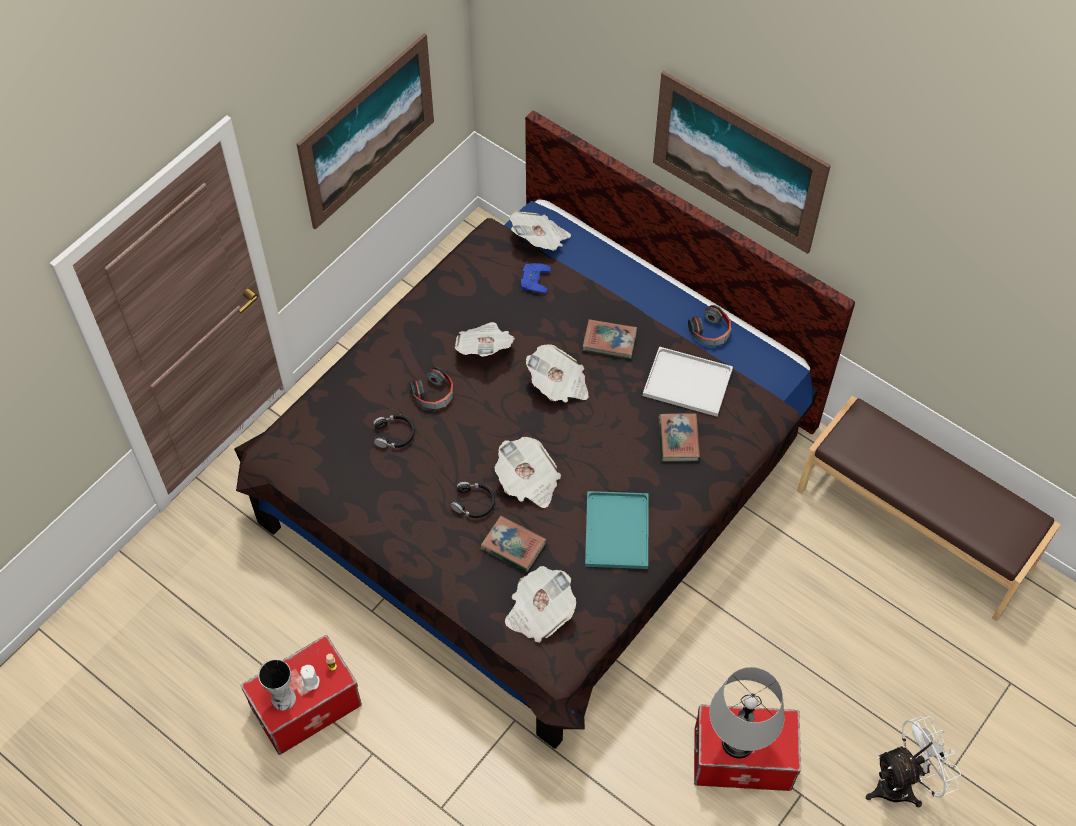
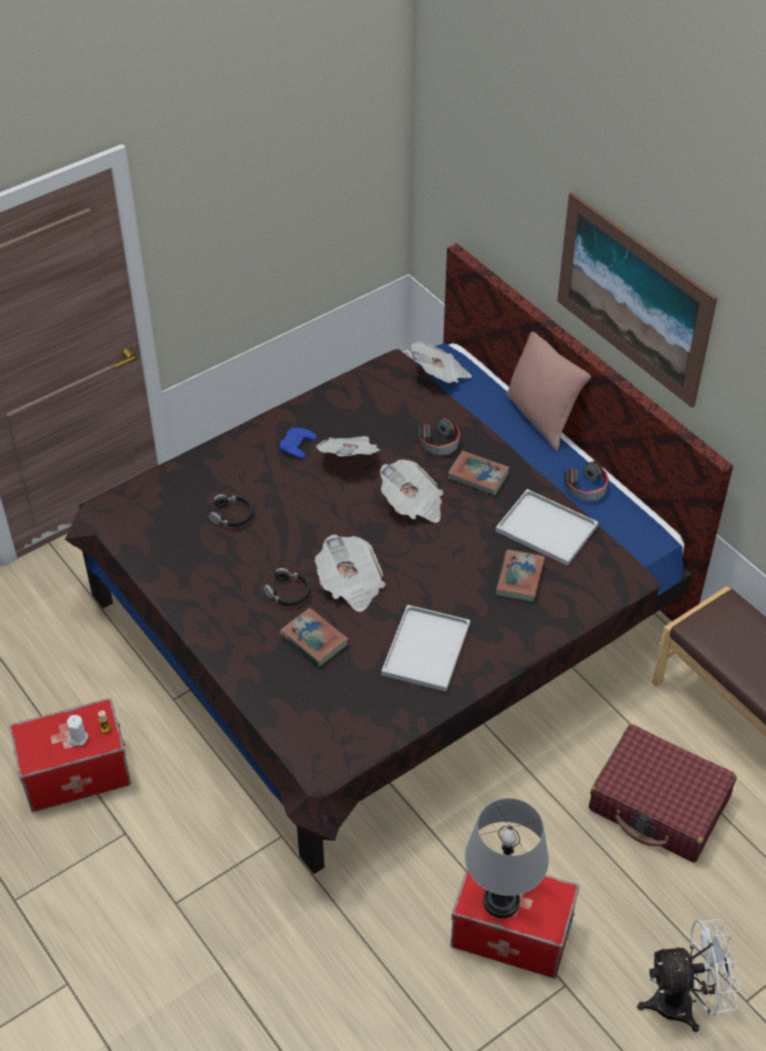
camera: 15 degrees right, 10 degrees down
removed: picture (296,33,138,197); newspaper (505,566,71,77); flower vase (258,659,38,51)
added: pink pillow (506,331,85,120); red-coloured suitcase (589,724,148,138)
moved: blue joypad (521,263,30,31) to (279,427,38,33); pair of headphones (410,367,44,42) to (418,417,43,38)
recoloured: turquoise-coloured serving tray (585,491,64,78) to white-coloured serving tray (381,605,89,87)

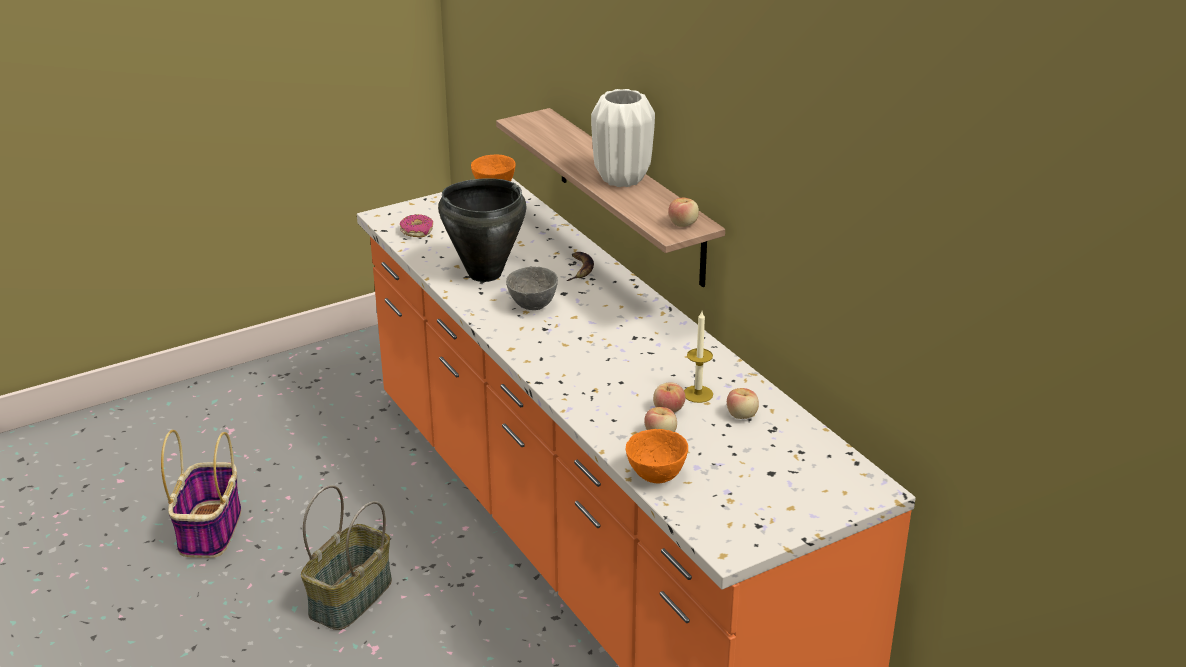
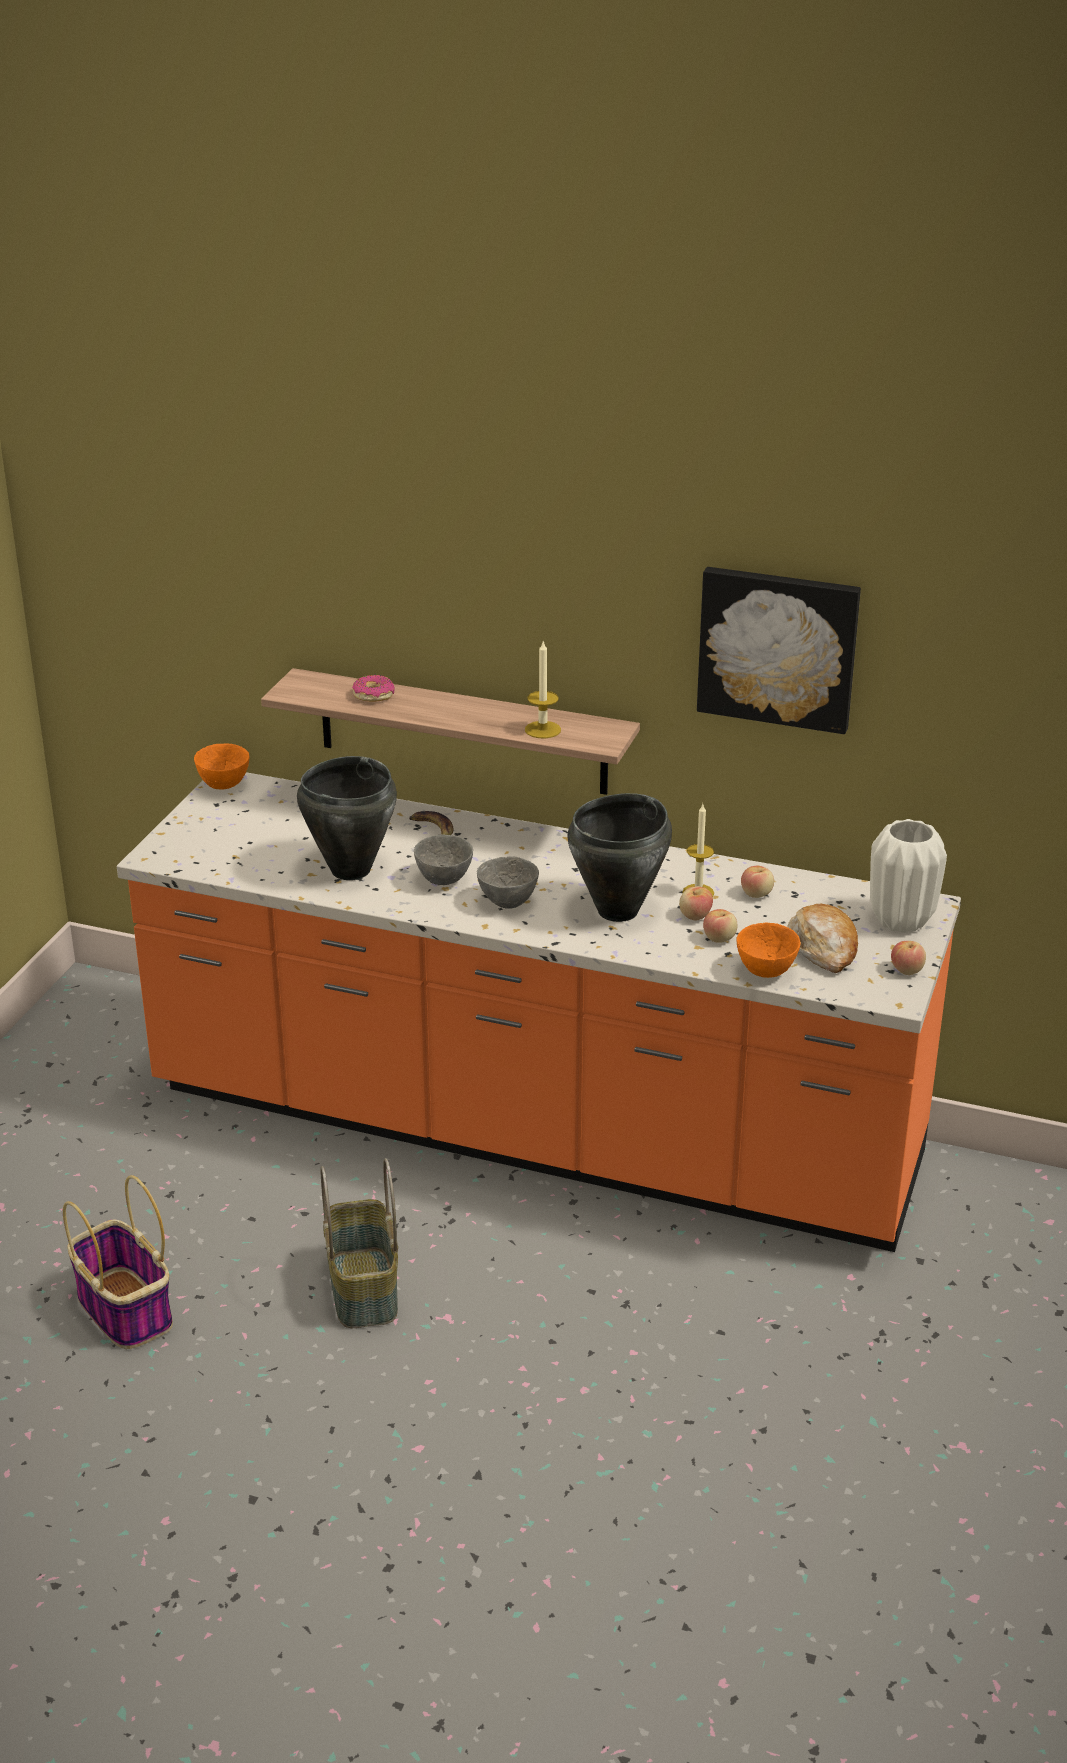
camera: 40 degrees left, 0 degrees up
added: picture (697,567,164,167); candle (525,642,36,96); blackish cooking pot (567,793,105,129); greyish bowl (477,856,62,53); baked bread (788,904,70,69)
moved: white-coloured flower vase (591,89,64,98) to (870,819,77,114); apple fruit (668,197,31,30) to (891,941,35,34); ring doughnut (400,214,33,24) to (352,675,43,27)

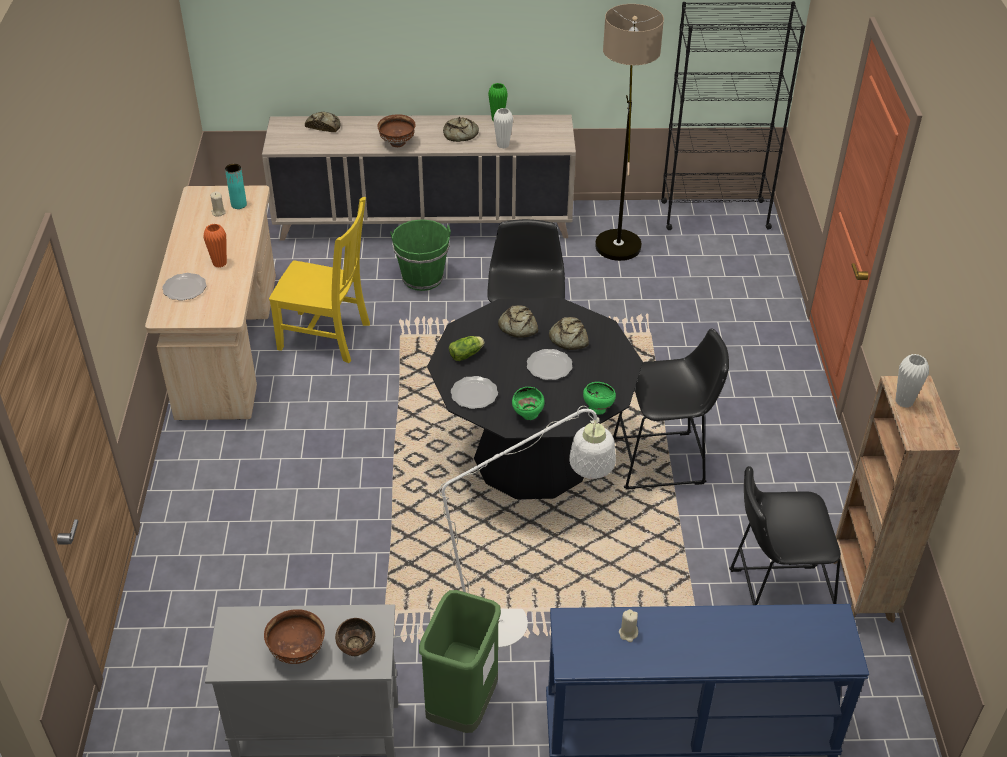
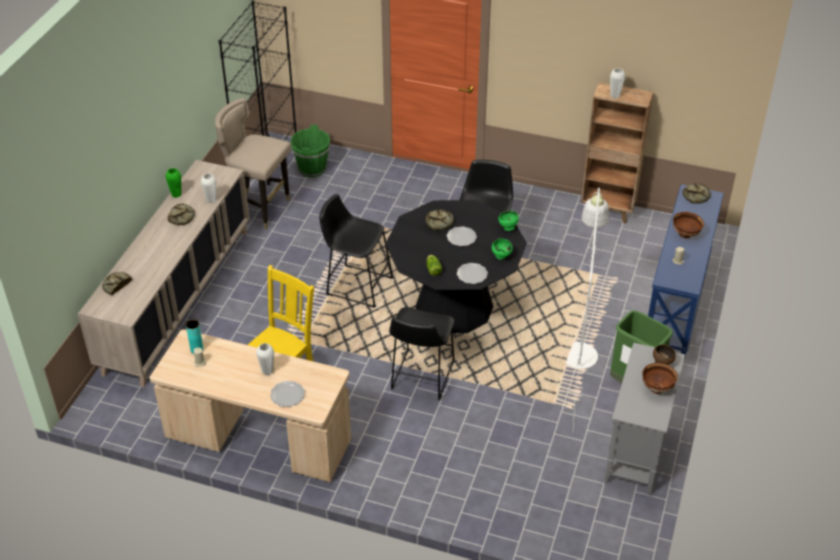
camera: 70 degrees left, 0 degrees up
moved: brownish bowl (377,114,39,33) to (673,212,31,27); green pail (390,219,61,72) to (290,125,40,52); baked bread (498,305,40,33) to (682,183,29,21); blackish sitting stool (729,466,112,139) to (389,307,66,93)
replaced: floor lamp (595,4,69,257) to sand-coloured sitting stool (215,98,76,132)
recoloured: orange-coloured flower vase (203,224,24,44) to white-coloured flower vase (256,343,18,32)

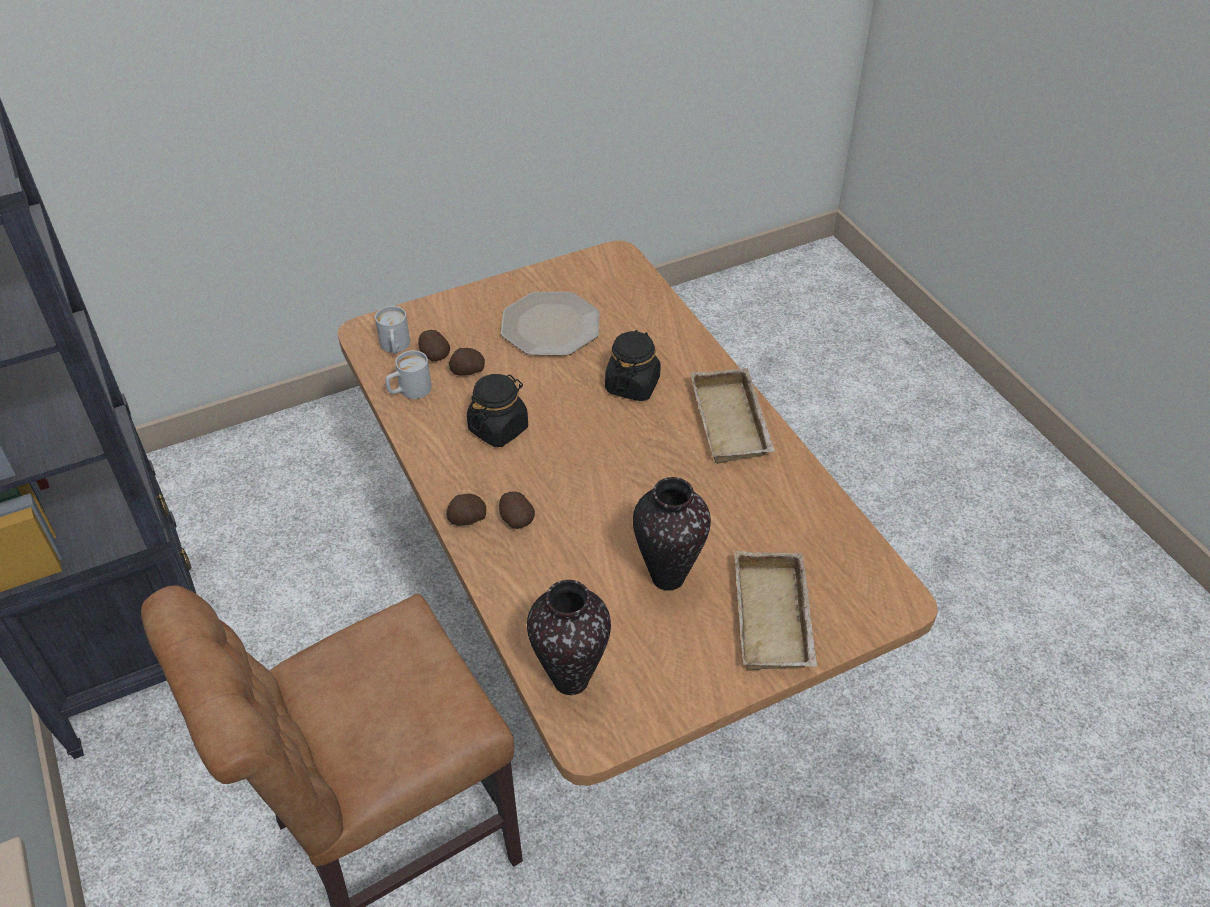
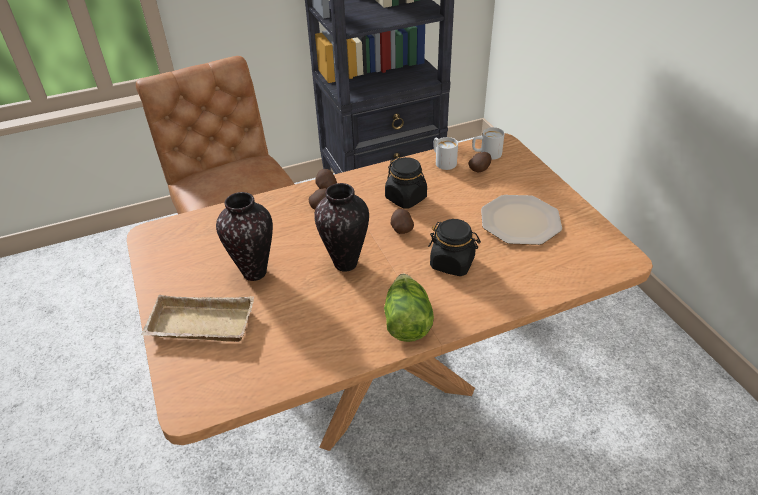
camera: 95 degrees right, 5 degrees down
moved: whole potato (449,348,36,28) to (391,209,23,25); flower vase (527,580,84,115) to (314,183,55,89)
replaced: sand-coloured serving tray (690,368,85,96) to lettuce head (384,274,50,68)

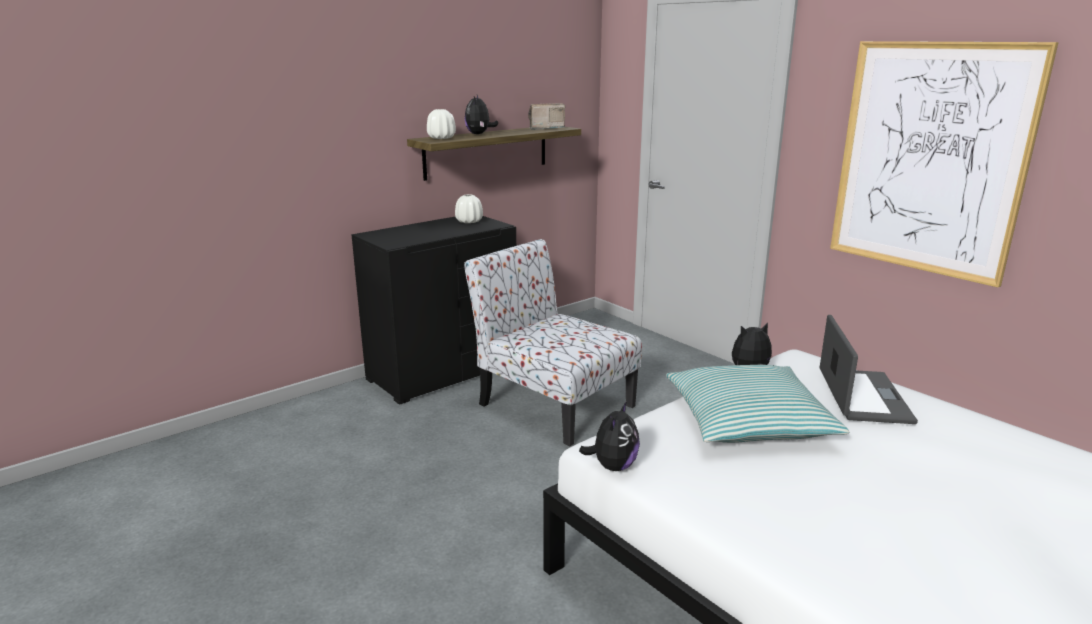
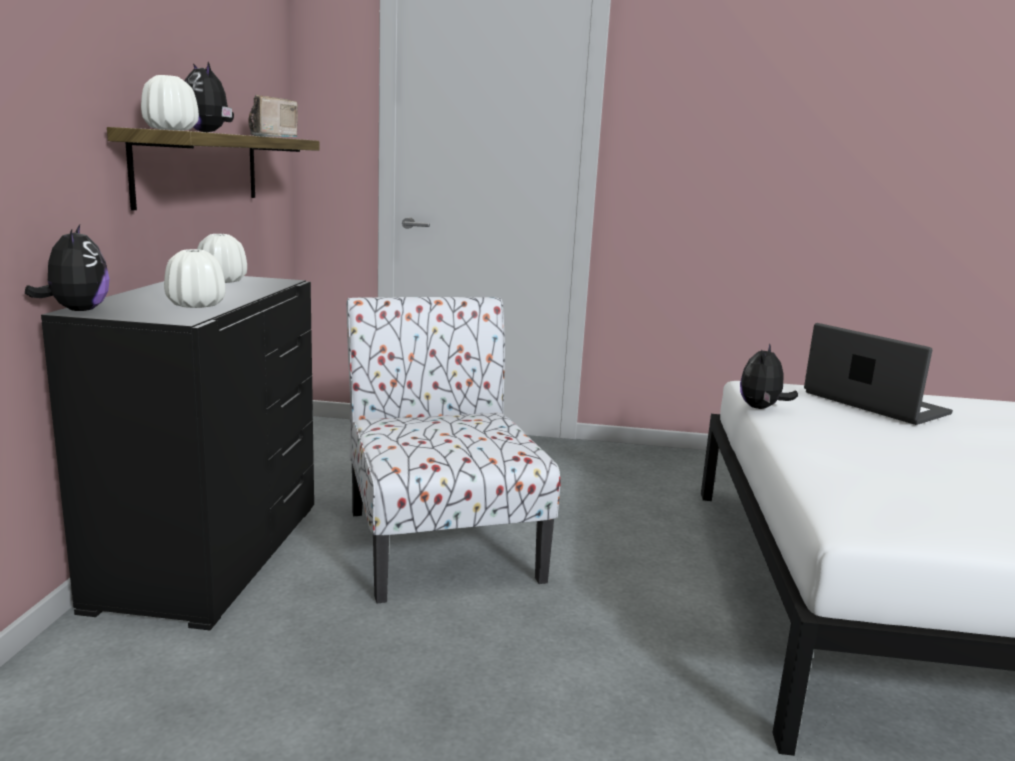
camera: 45 degrees left, 5 degrees down
removed: picture (830,41,229,247); pillow (666,365,184,78)
added: white-coloured flower vase (164,249,62,59)
moved: cuddly toy (579,401,61,70) to (25,225,85,86)
turned: upright chair (464,239,178,207) = (347,297,213,306) 75 degrees clockwise

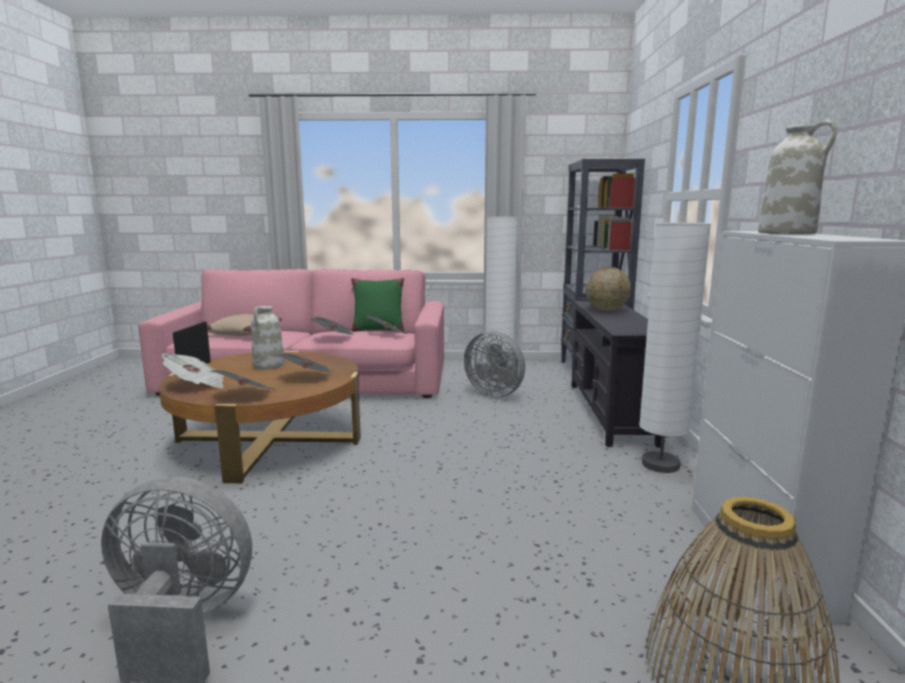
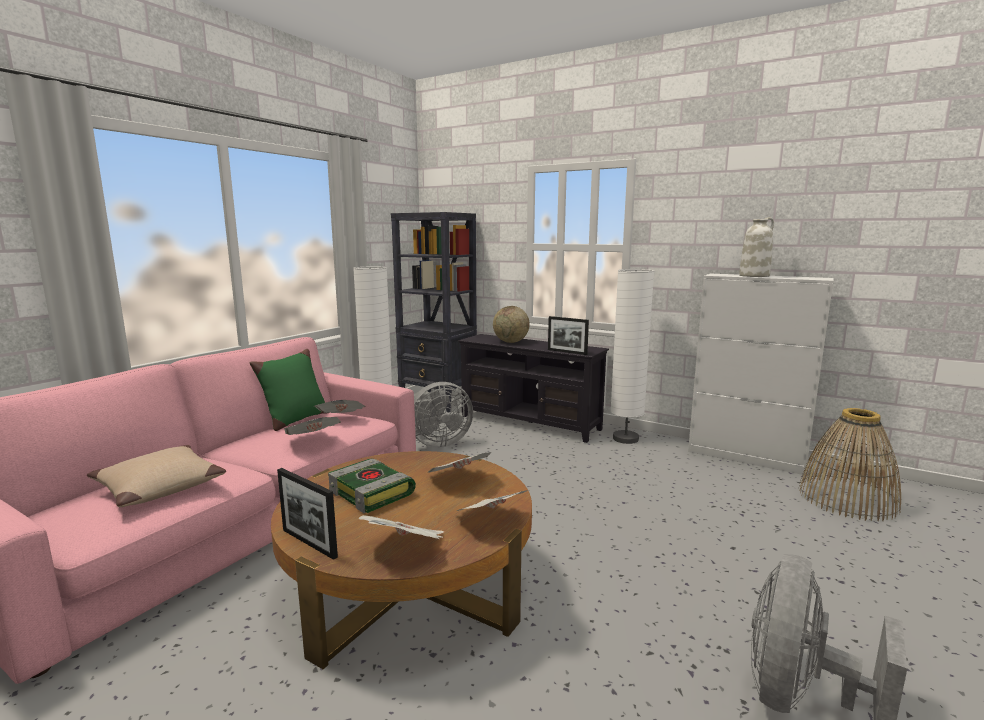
camera: 60 degrees left, 0 degrees up
added: picture frame (548,316,41,39)
replaced: white-coloured flower vase (251,306,33,64) to bound book (328,459,88,54)

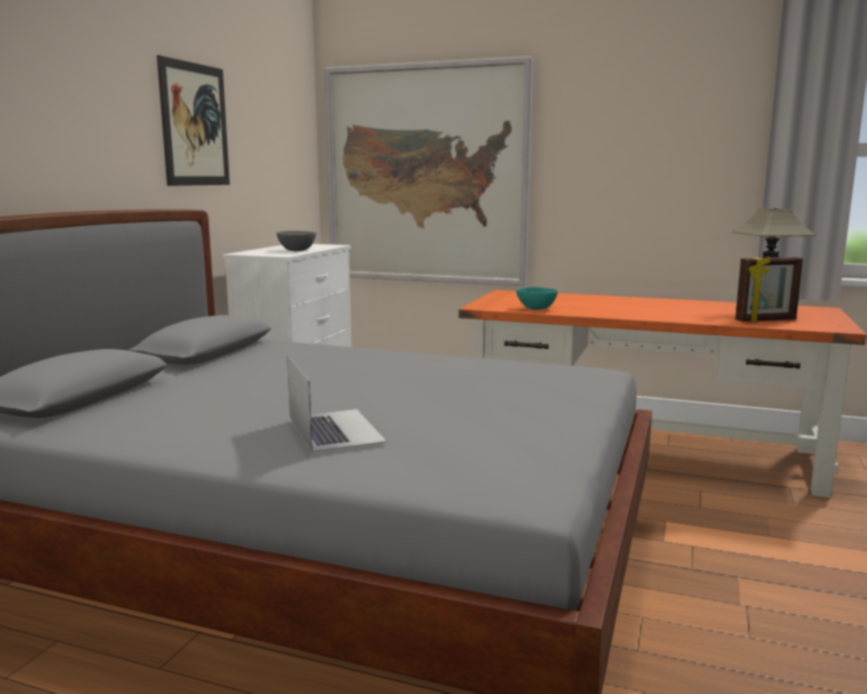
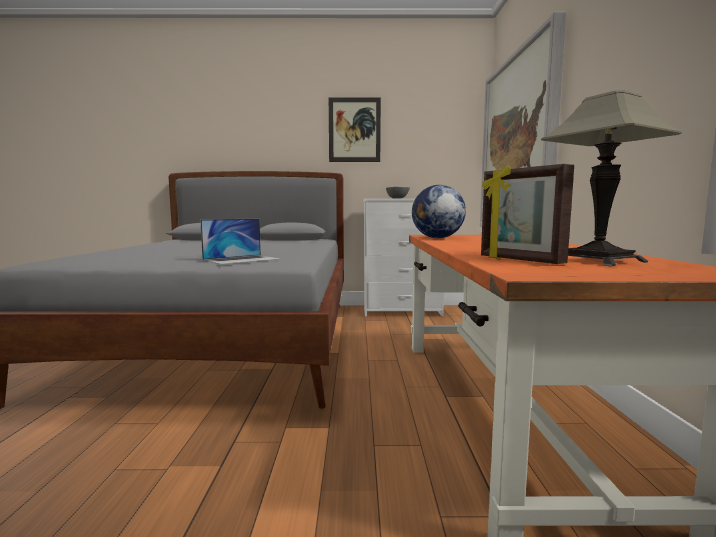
camera: 70 degrees right, 5 degrees down
moved: portable computer (287,354,100,99) to (200,219,81,46)
replaced: turquoise-coloured bowl (516,287,42,23) to desk globe (412,185,54,53)

